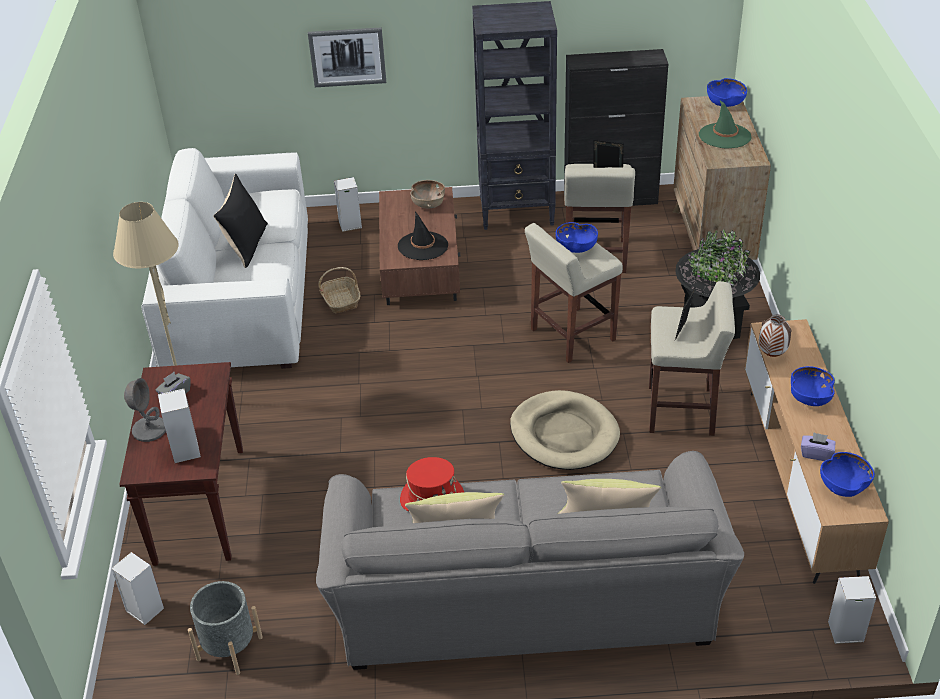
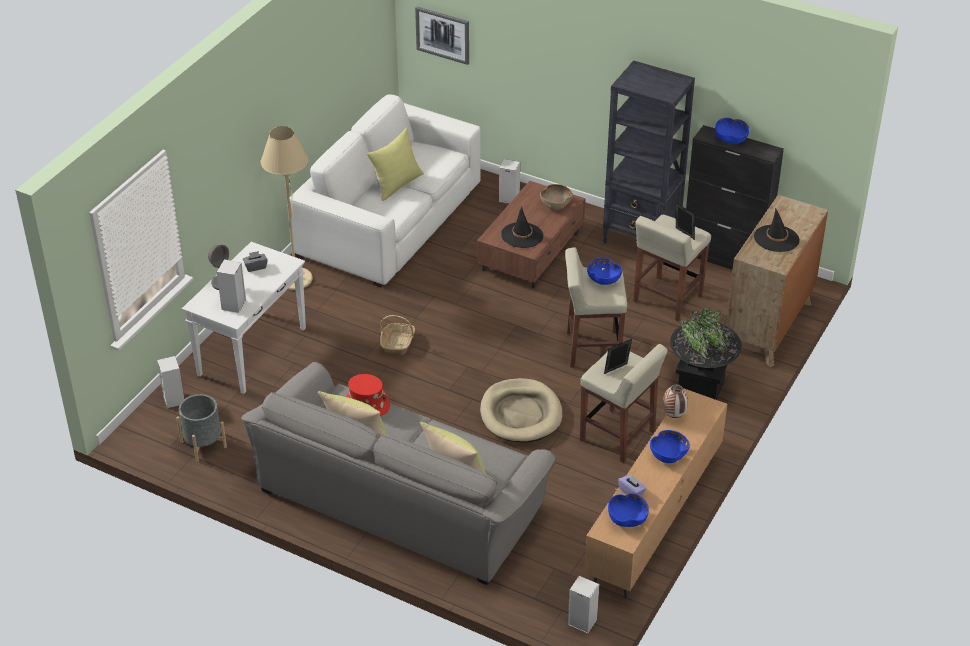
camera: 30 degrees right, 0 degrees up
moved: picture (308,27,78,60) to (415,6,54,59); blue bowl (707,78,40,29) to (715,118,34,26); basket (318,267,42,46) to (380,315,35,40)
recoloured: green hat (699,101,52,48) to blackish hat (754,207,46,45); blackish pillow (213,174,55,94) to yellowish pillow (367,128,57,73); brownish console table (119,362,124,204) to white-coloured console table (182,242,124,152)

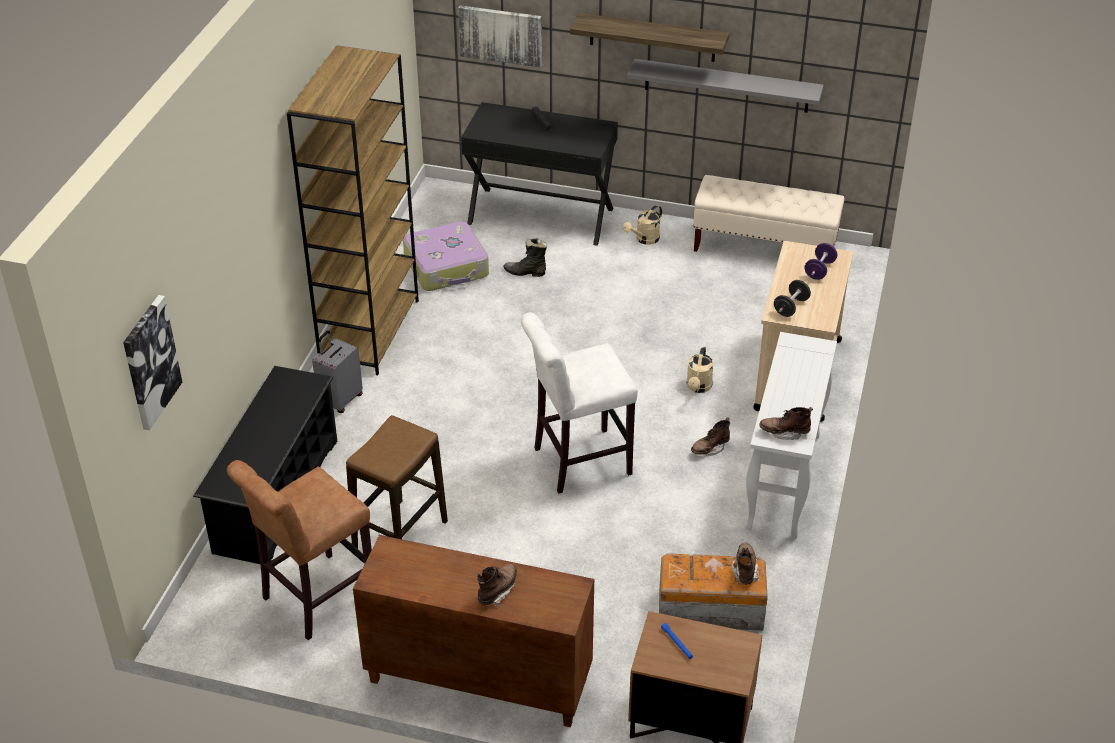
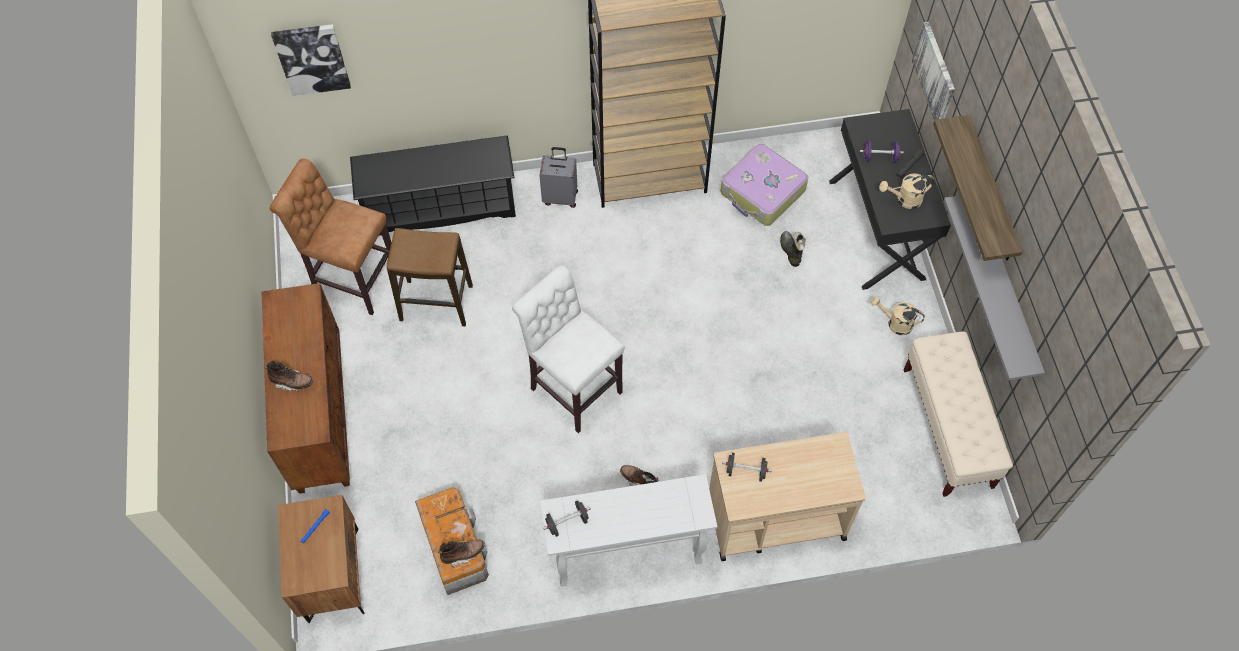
camera: 65 degrees right, 20 degrees up
moved: purplish hand weight (805,243,32,37) to (859,141,45,22); sand-coloured watering can (686,347,28,46) to (879,173,56,36)
replaced: brownish boot (759,407,54,33) to blackish hand weight (543,501,48,36)

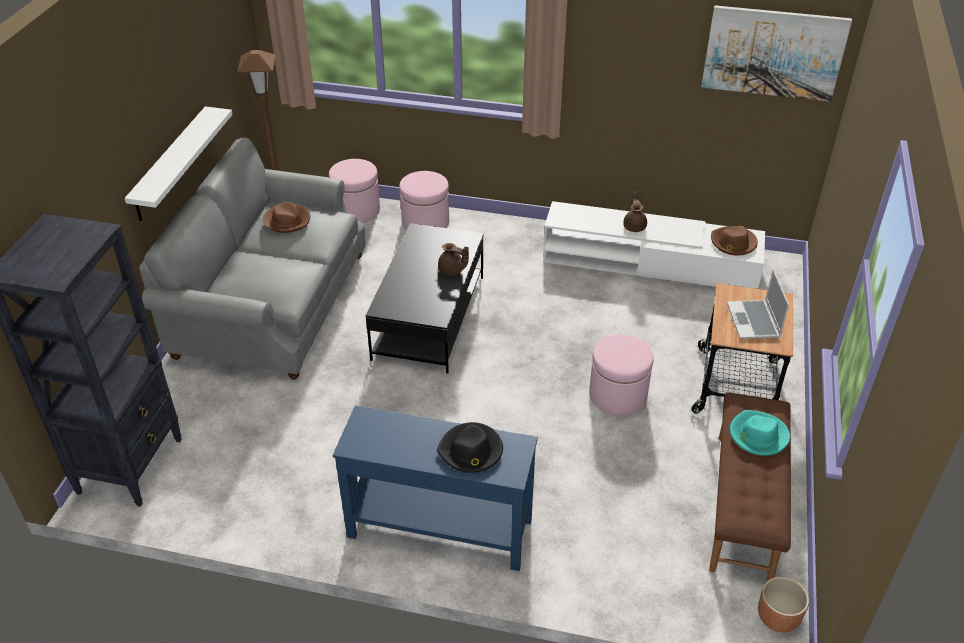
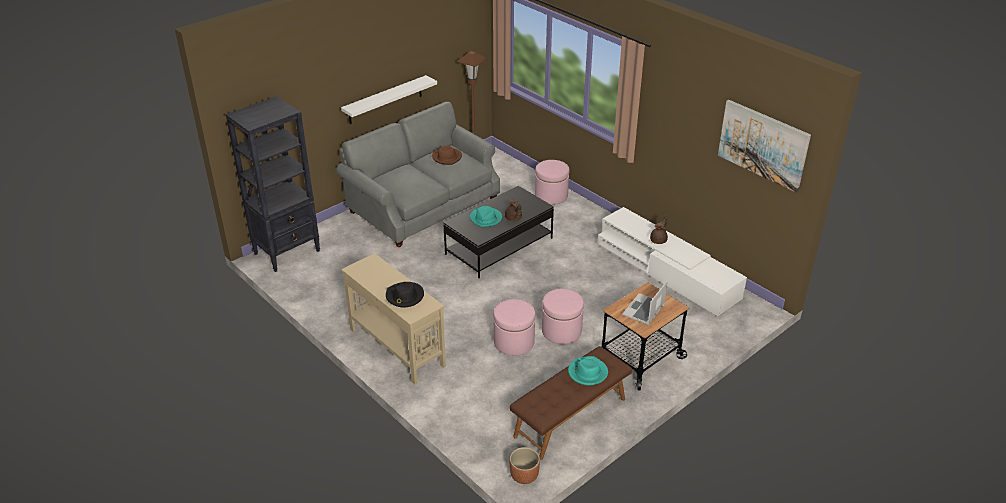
camera: 35 degrees right, 5 degrees down
removed: brownish hat (711,226,47,30)
added: turquoise-coloured hat (470,206,32,21)
moved: pink pouffe (329,159,51,64) to (493,299,42,57)
recoloured: blue console table (333,405,205,166) to sand-coloured console table (341,253,105,132)

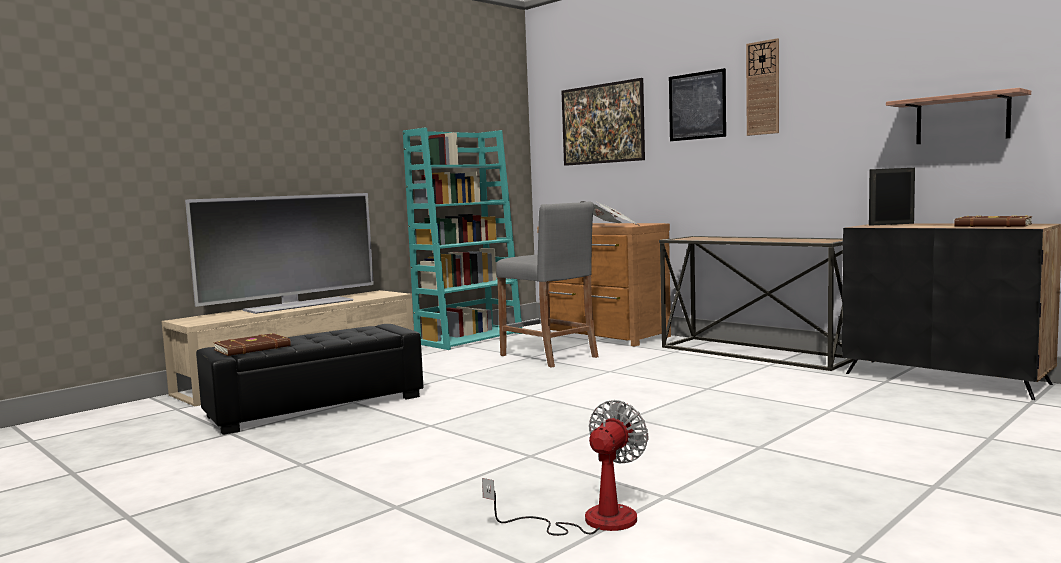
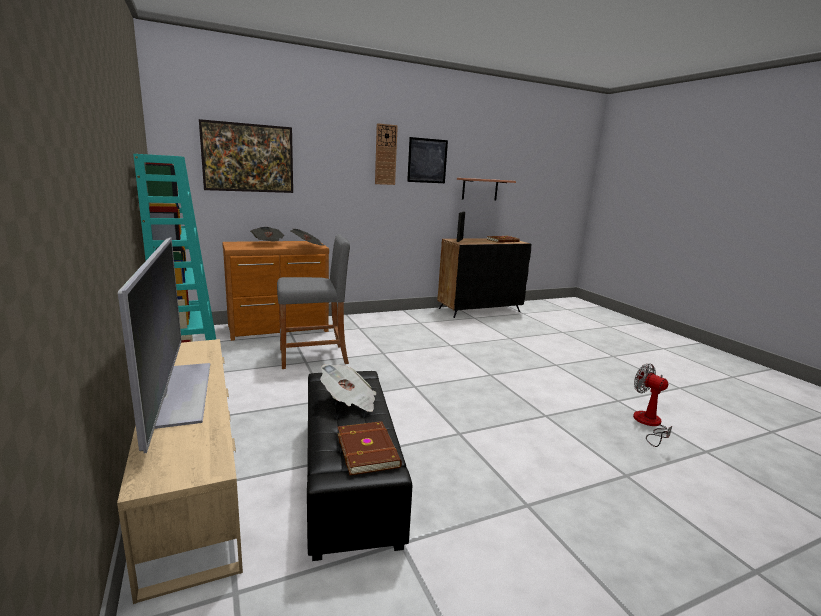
camera: 70 degrees left, 10 degrees up
removed: console table (659,236,195,135)
added: newspaper (320,364,56,48)
moved: picture (669,68,57,73) to (407,137,41,46)

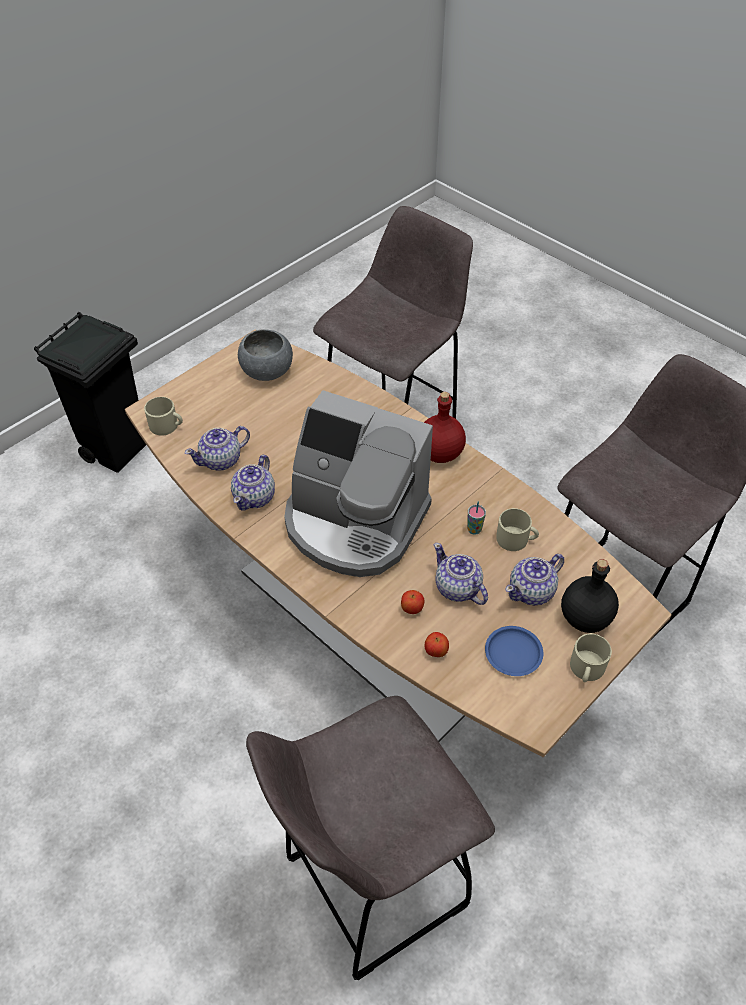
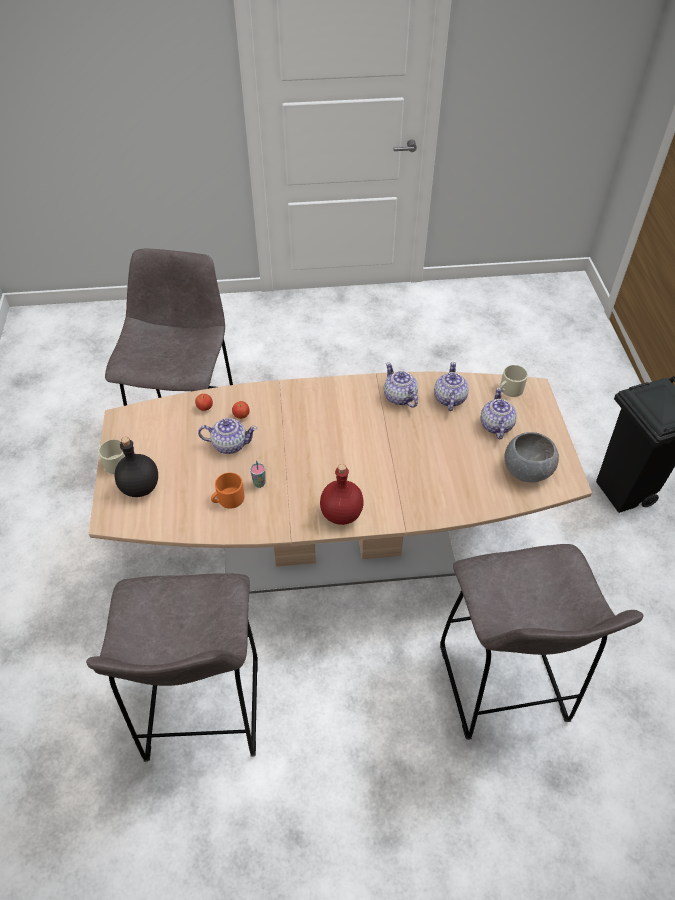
camera: 130 degrees right, 0 degrees up
removed: coffee brewer (284,390,149,187); blue plate (485,626,58,50)
moved: teapot (505,554,59,52) to (480,387,37,52)
recoloured: sand-coloured mug (496,508,43,43) to orange-coloured mug (211,473,33,36)

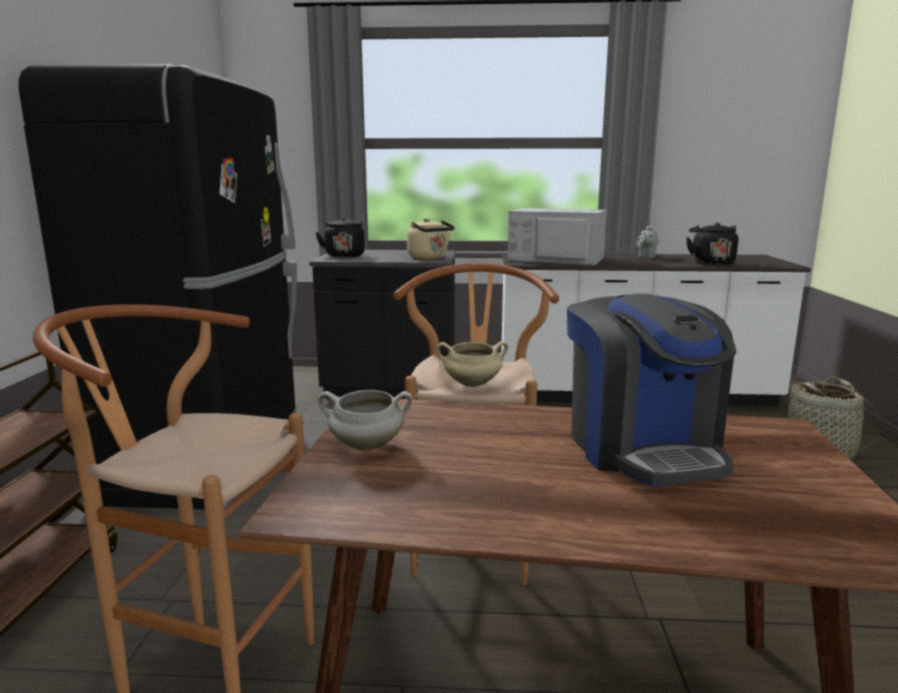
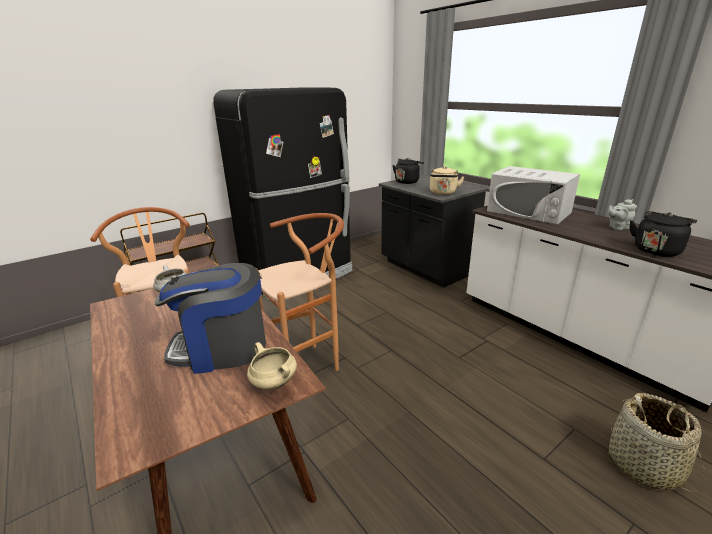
camera: 50 degrees right, 10 degrees up
moved: sand-coloured cooking pot (437,341,71,46) to (247,342,50,48)
turned: white-coloured kitchen microwave (508,208,99,57) = (487,166,93,59) 150 degrees clockwise; coffee brewer (567,293,169,193) = (154,263,112,111) 45 degrees clockwise

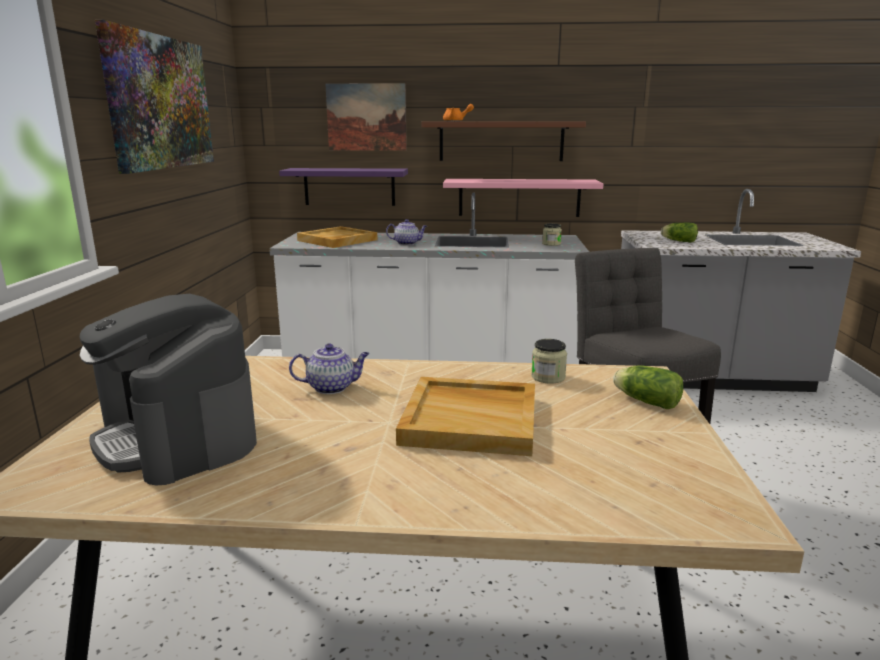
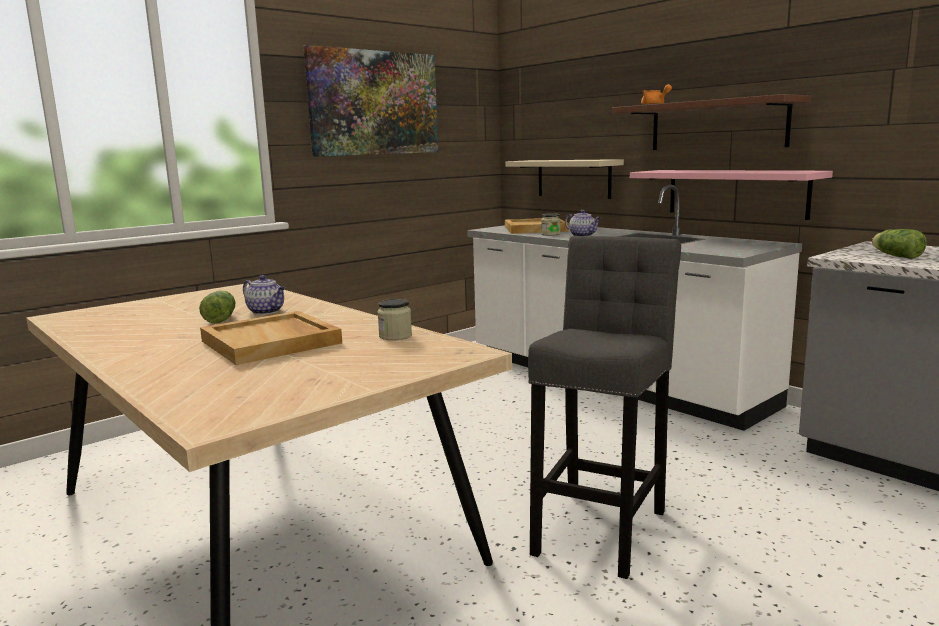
camera: 45 degrees right, 5 degrees down
removed: picture (325,83,82,68); coffee brewer (79,294,178,191)
moved: jar (542,223,20,23) to (541,213,19,23); lettuce head (613,365,71,44) to (199,290,36,34)
recoloured: purplish wall shelf (279,168,129,38) to sand-coloured wall shelf (505,159,119,40)

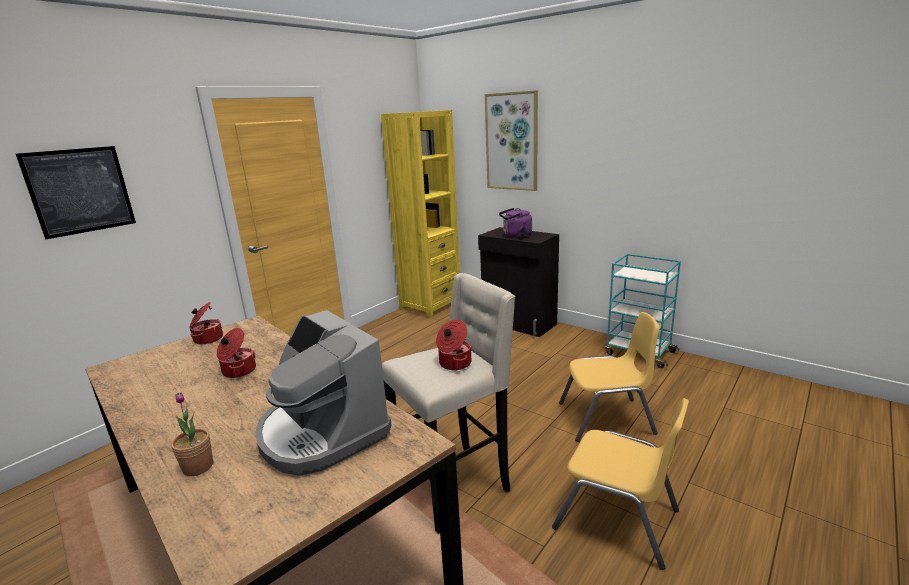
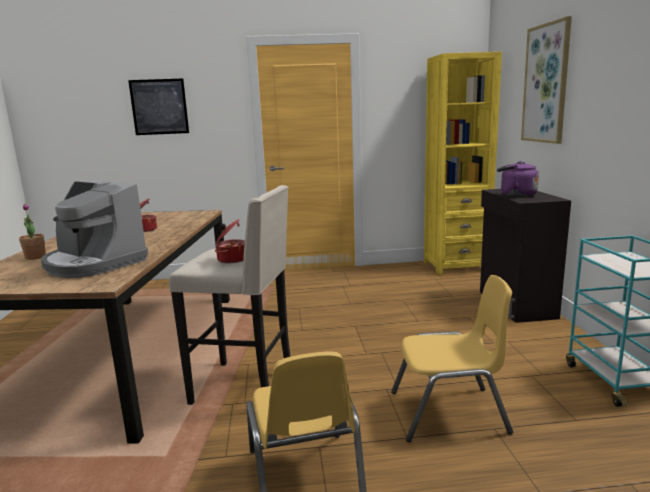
camera: 45 degrees right, 5 degrees down
removed: cooking pot (189,302,34,42)
turned: coffee brewer (255,310,137,166) = (41,180,108,98) 60 degrees counterclockwise; yellowish upright chair (559,312,101,130) = (391,275,122,167) 45 degrees counterclockwise

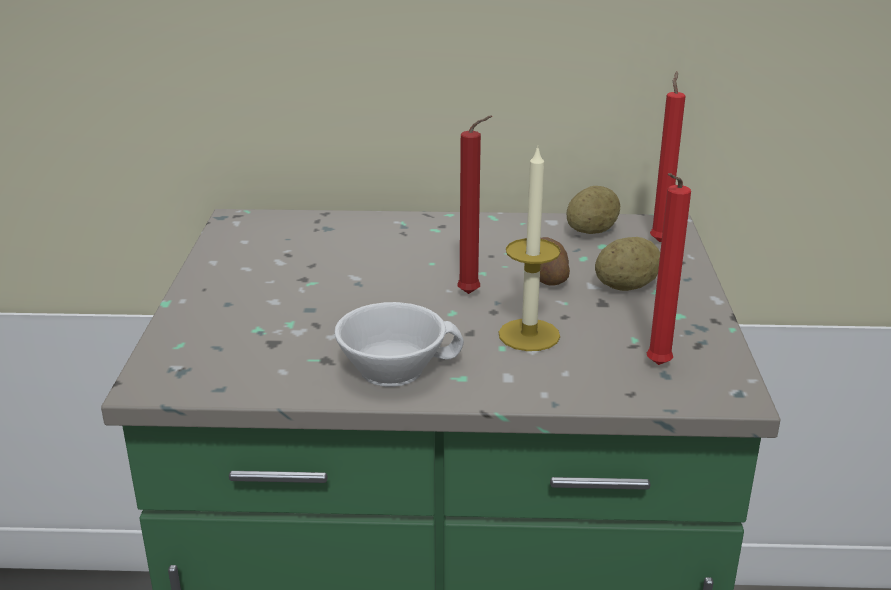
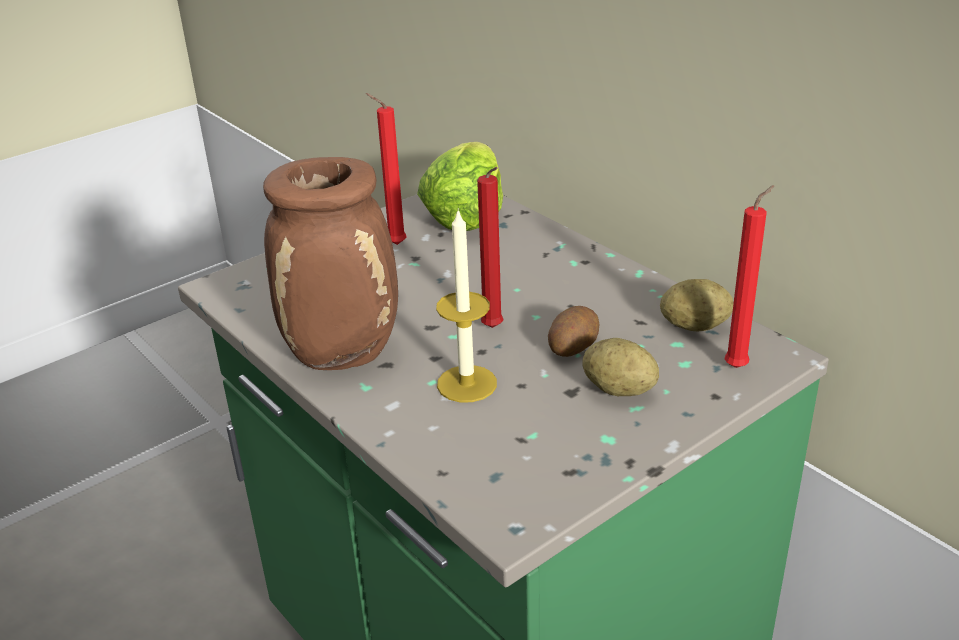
camera: 50 degrees right, 5 degrees up
added: lettuce head (417,142,86,89)
moved: red-coloured candle (647,173,44,192) to (365,93,42,152)
replaced: white-coloured cup (334,302,130,85) to brownish flower vase (263,157,135,213)

